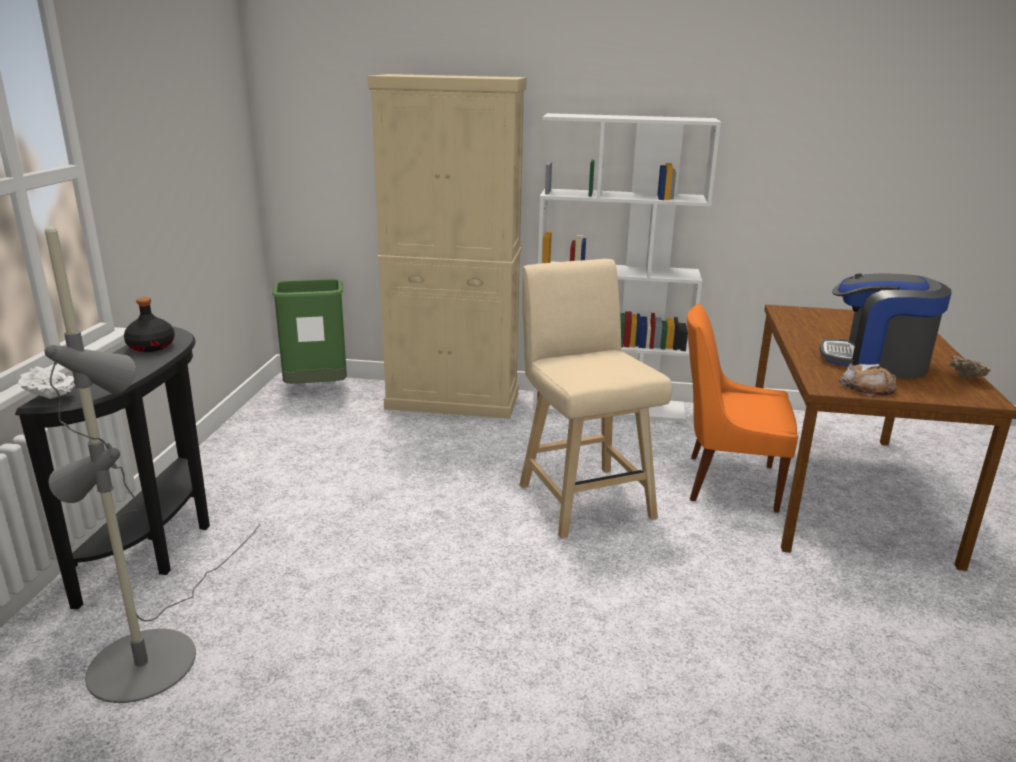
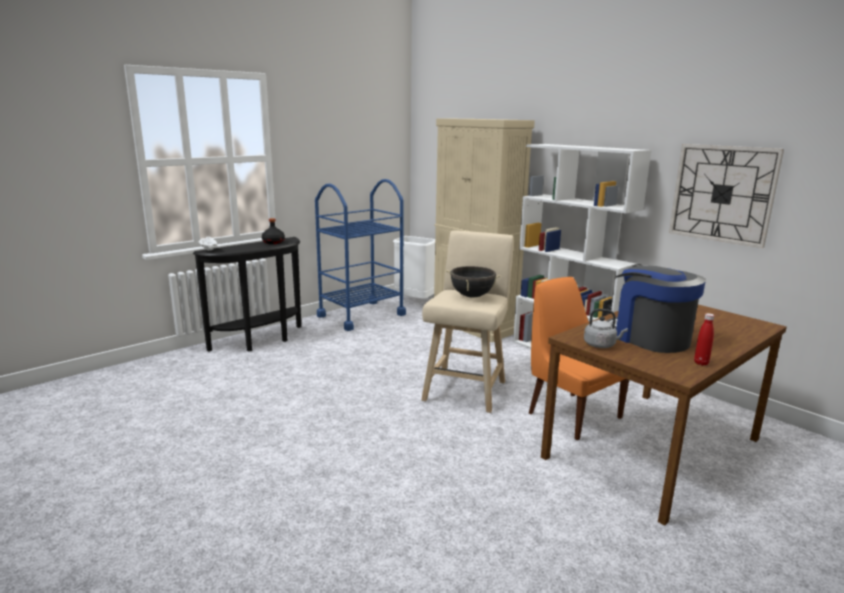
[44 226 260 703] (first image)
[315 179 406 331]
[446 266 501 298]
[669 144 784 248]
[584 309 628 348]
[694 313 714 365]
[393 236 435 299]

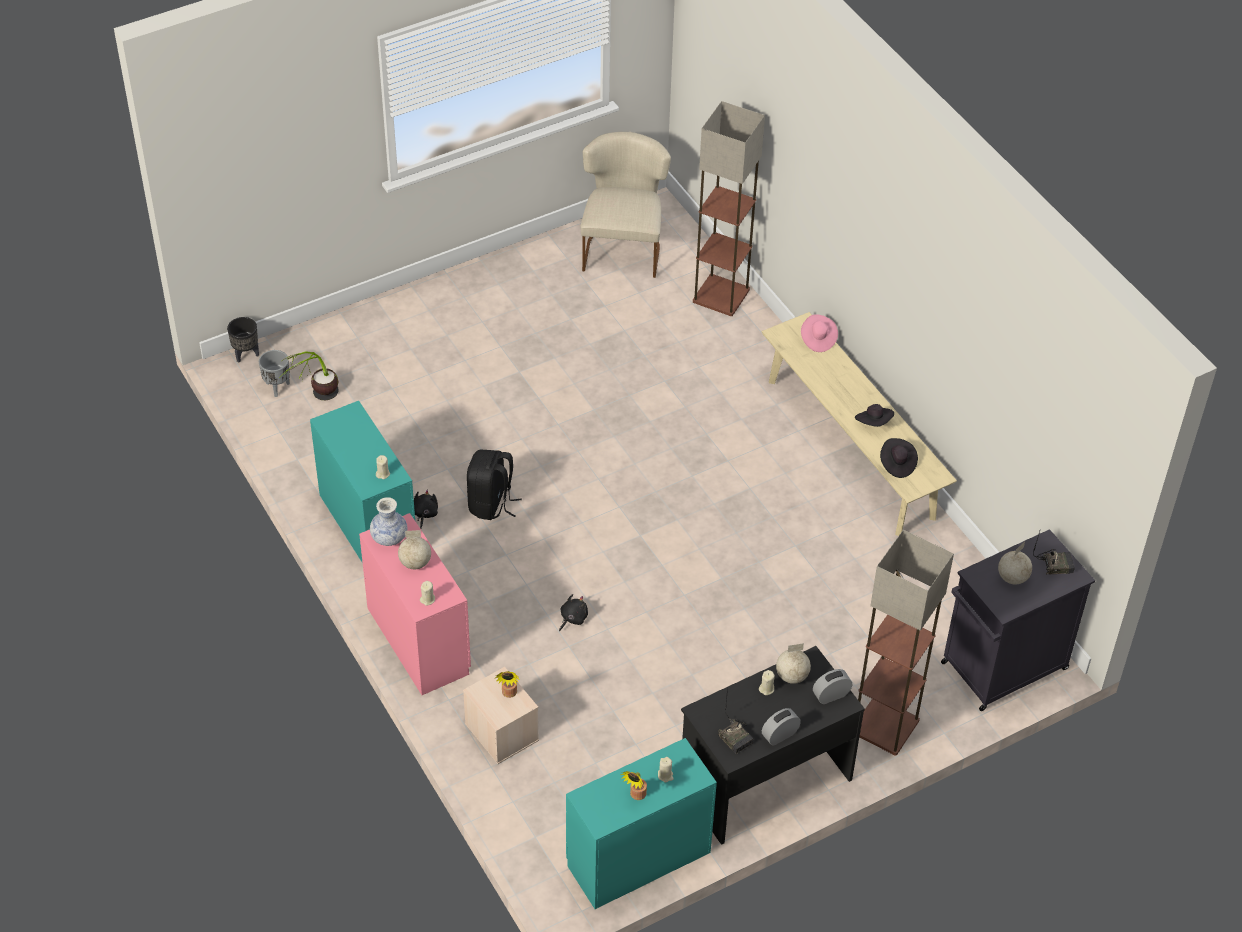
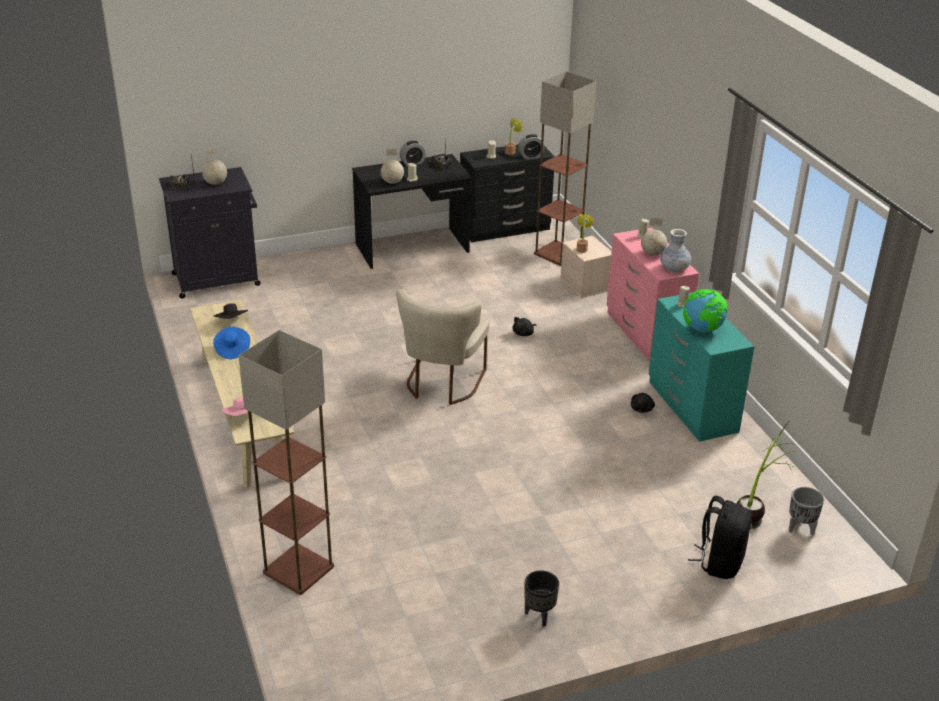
[683 289 728 333]
[524 570 559 627]
[688 496 752 579]
[396 289 489 405]
[518 134 544 159]
[534 71 597 266]
[460 144 555 242]
[213 327 250 359]

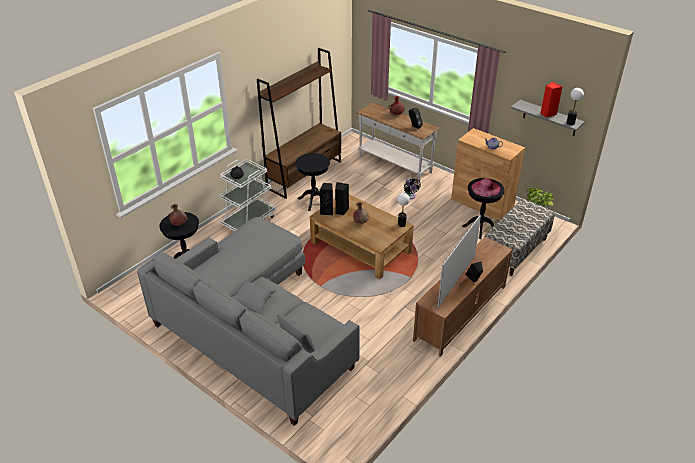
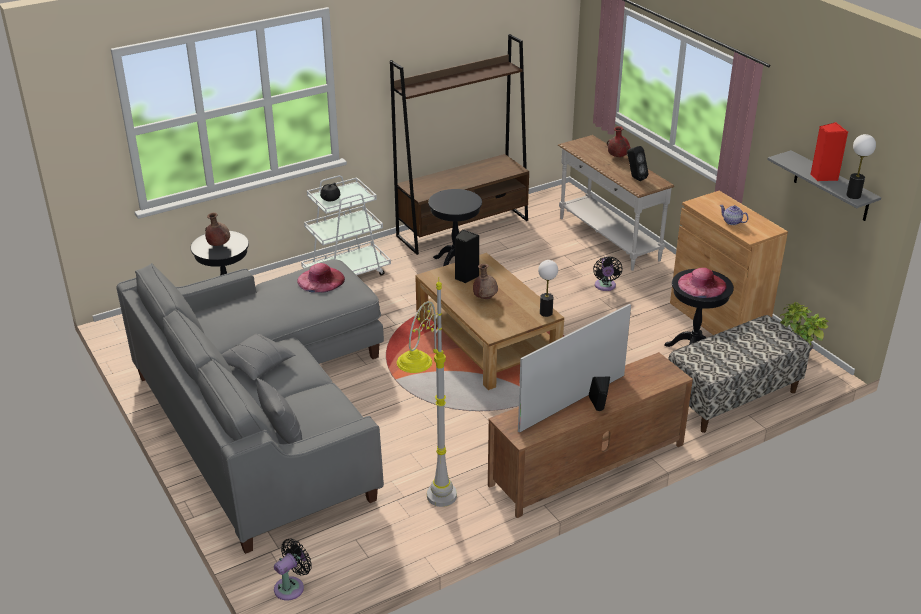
[320 183 333 215] (first image)
[274 539 312 601]
[297 263 345 293]
[397 277 457 507]

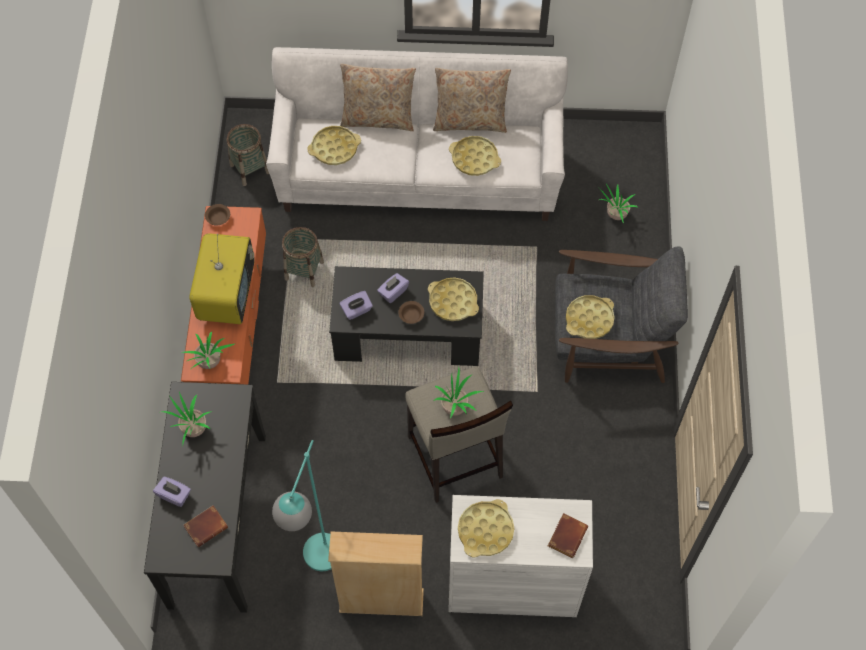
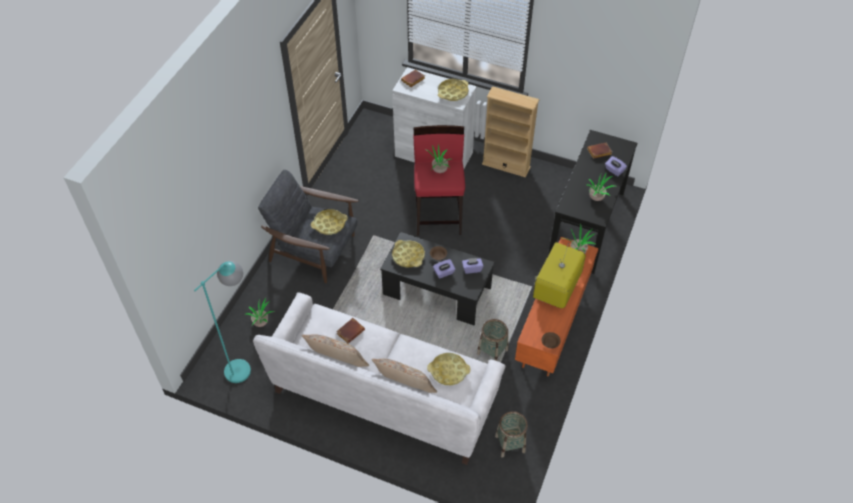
[194 261 251 383]
[336 318 365 344]
[413 125 465 236]

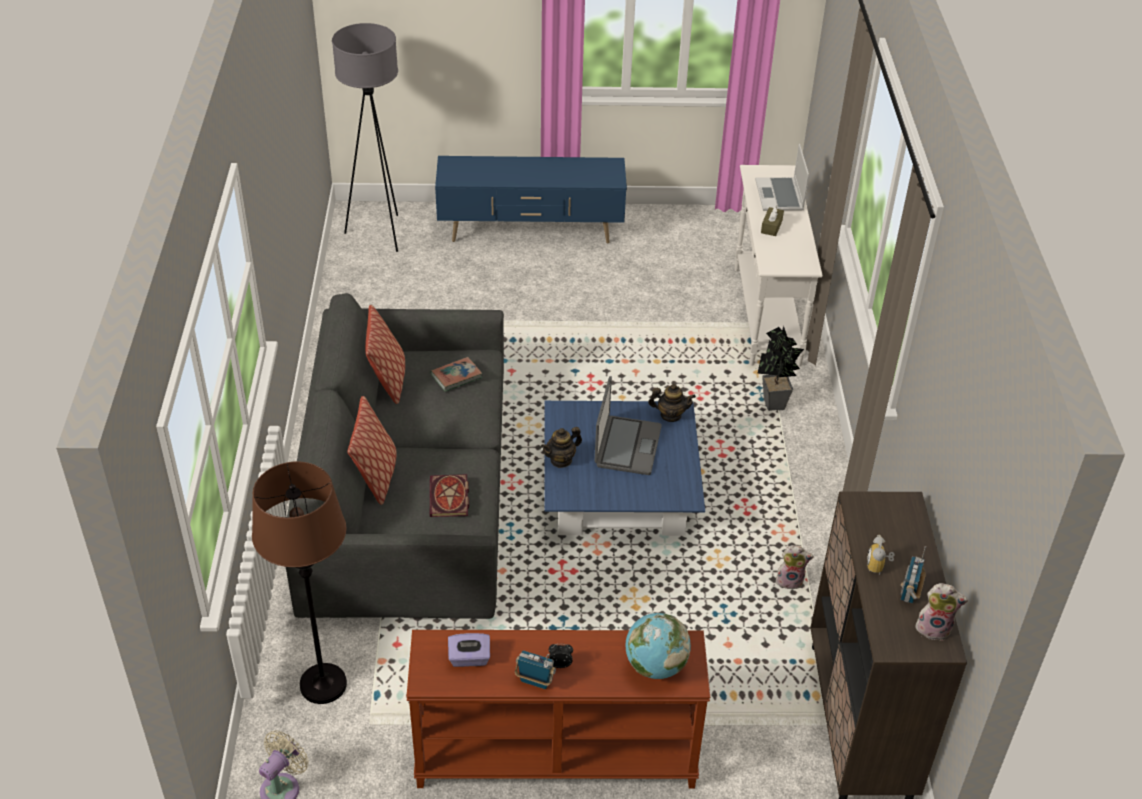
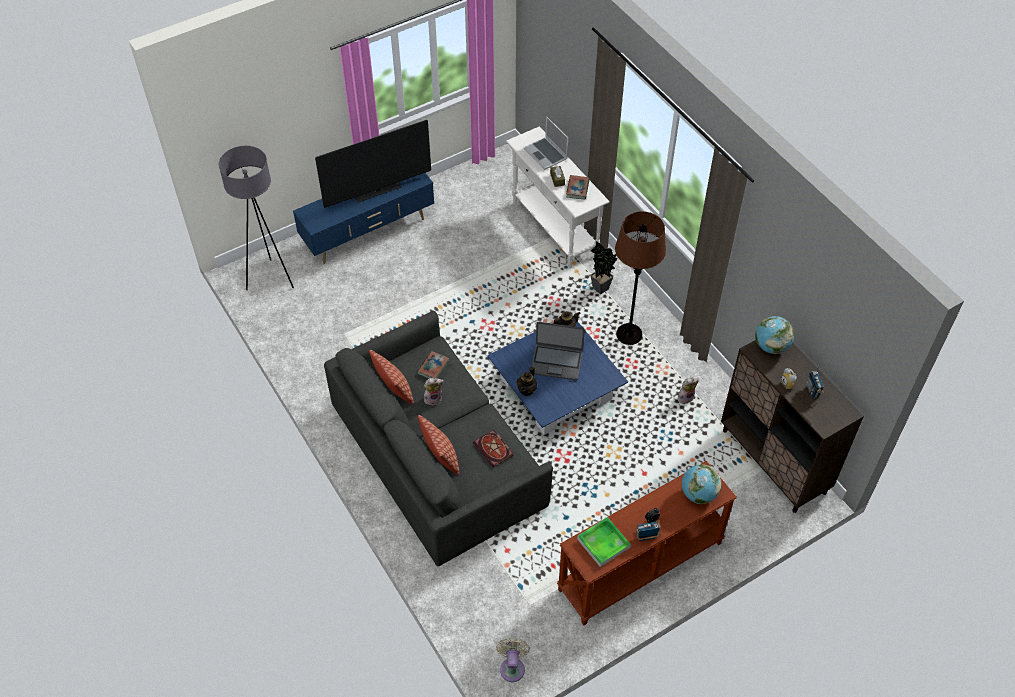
[315 120 431 208]
[566 175 590 199]
[755 316 794 354]
[615 211 666 345]
[424 378 444 405]
[577 517 631 567]
[531 322 585 380]

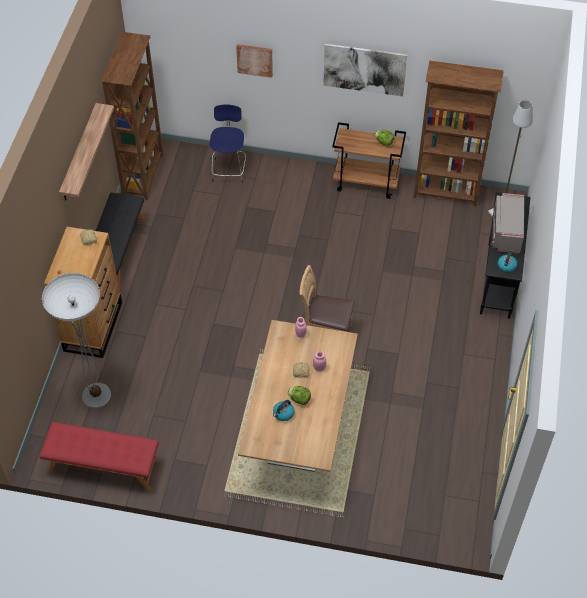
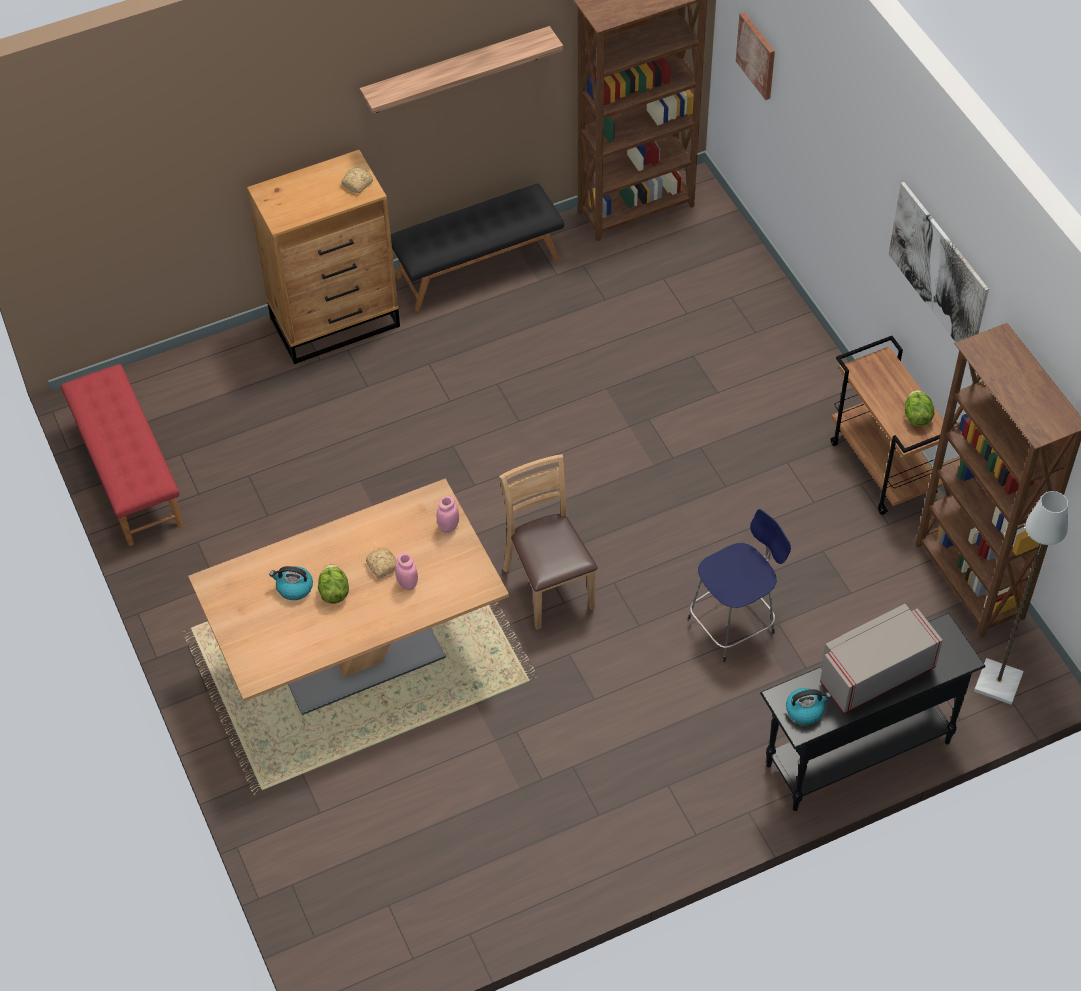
[42 273 111 408] (first image)
[688 509 791 662]
[736 12 775 100]

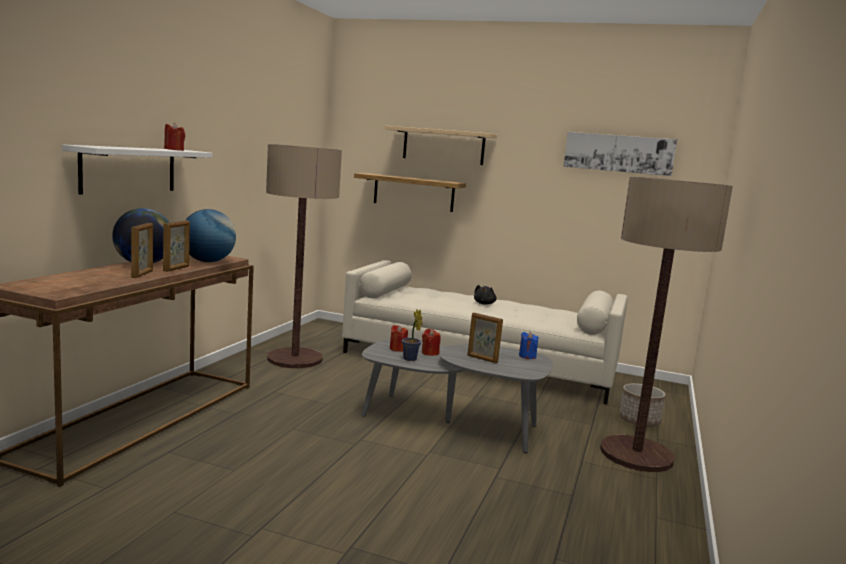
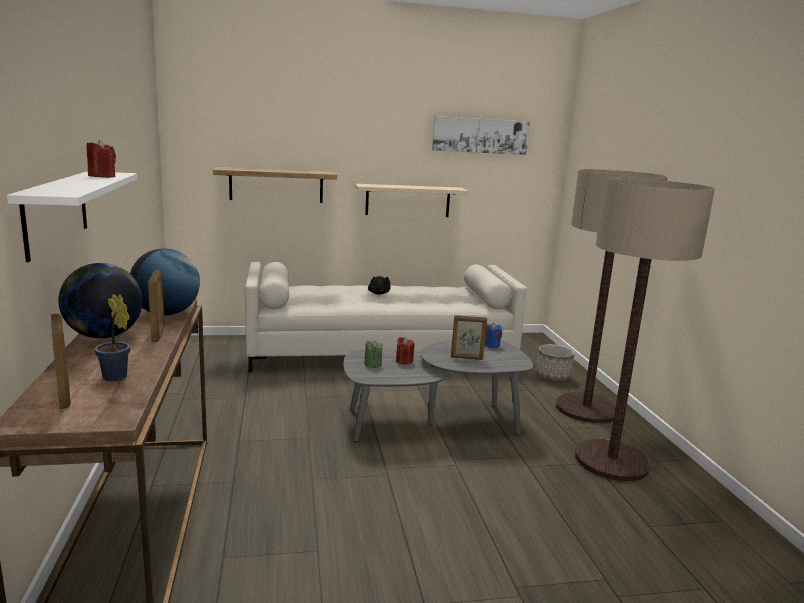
[51 313 71 409]
[575 178 715 481]
[355 184 469 217]
[95 294 130 381]
[364 340 382 368]

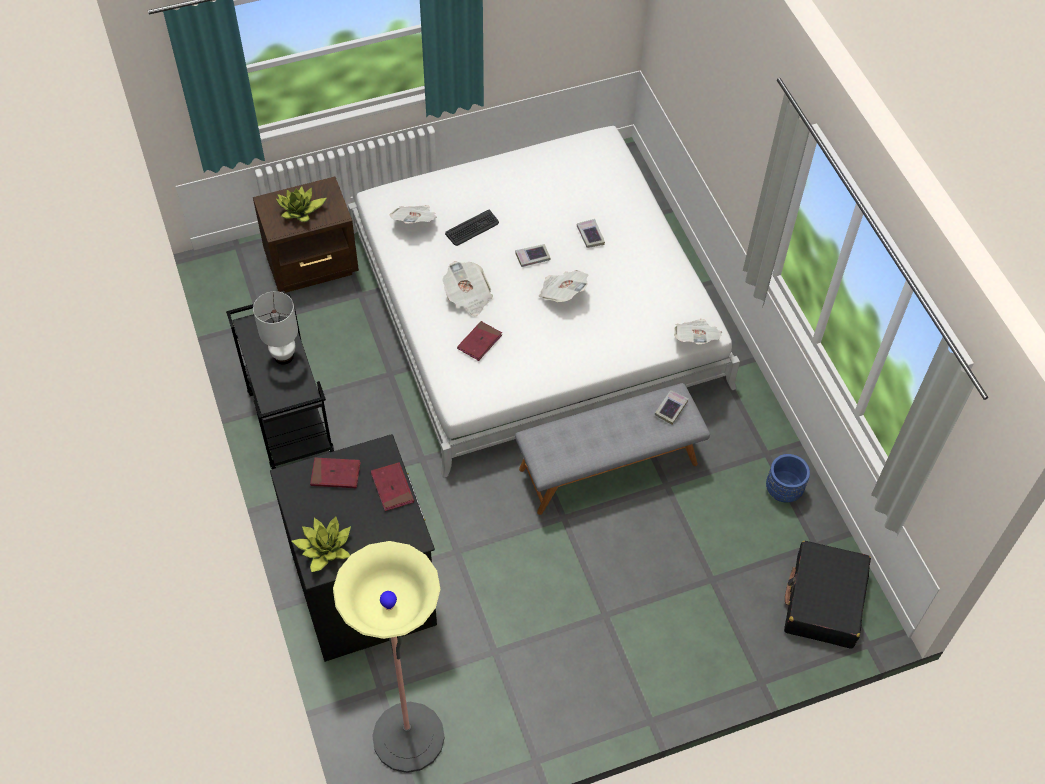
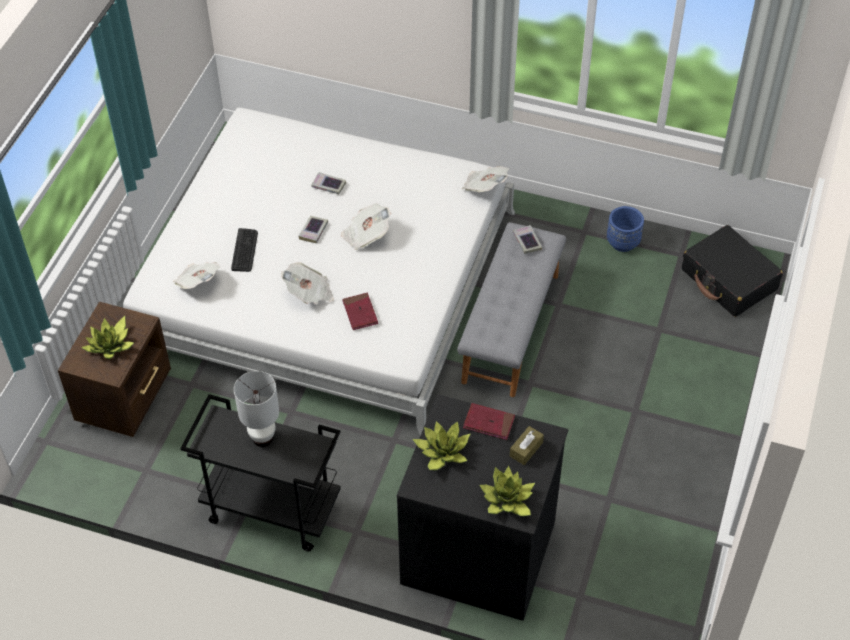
[333 541 445 773] (first image)
[510 426 544 465]
[413 421 471 470]

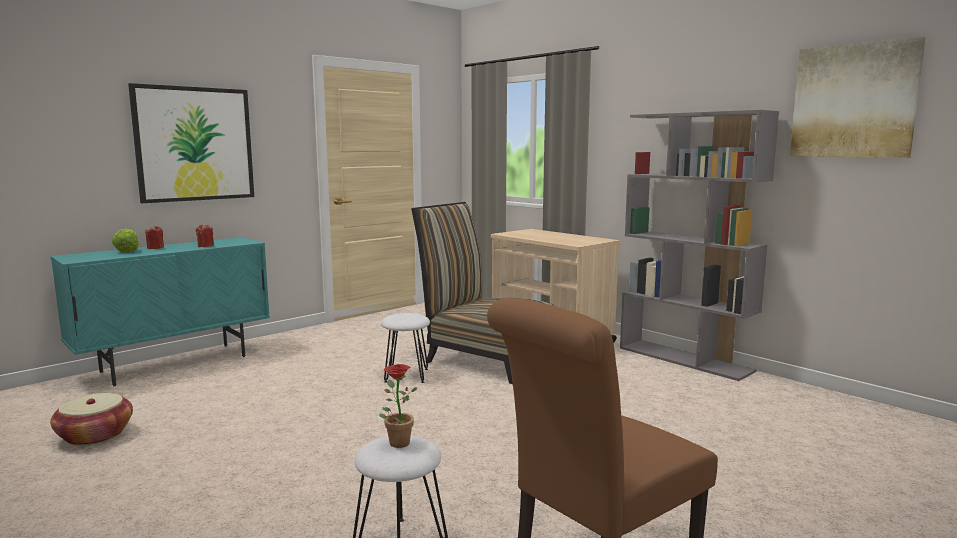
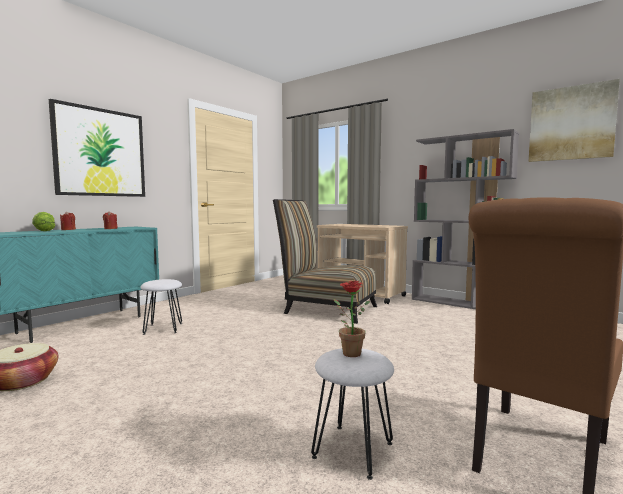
[140 279 182 335]

